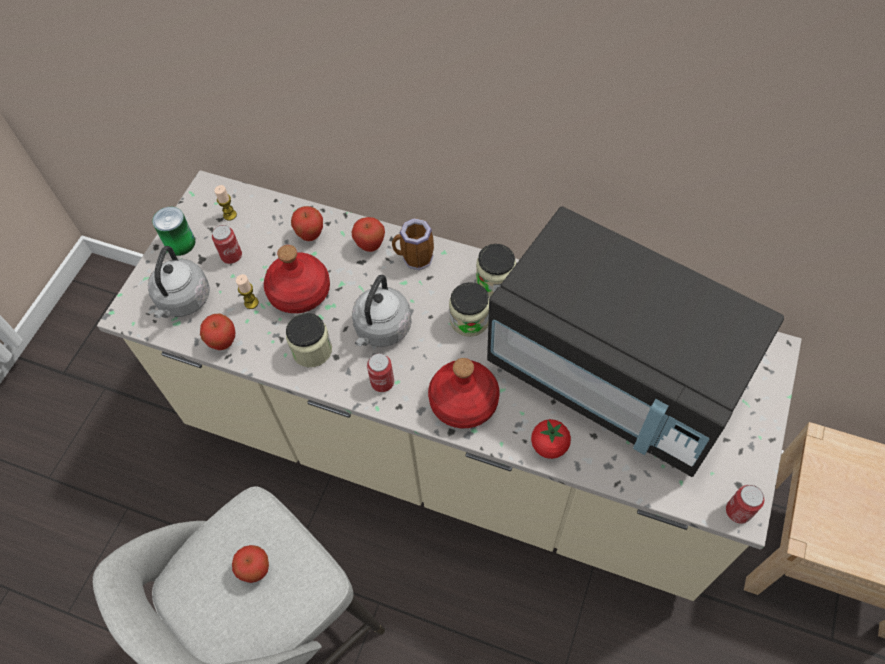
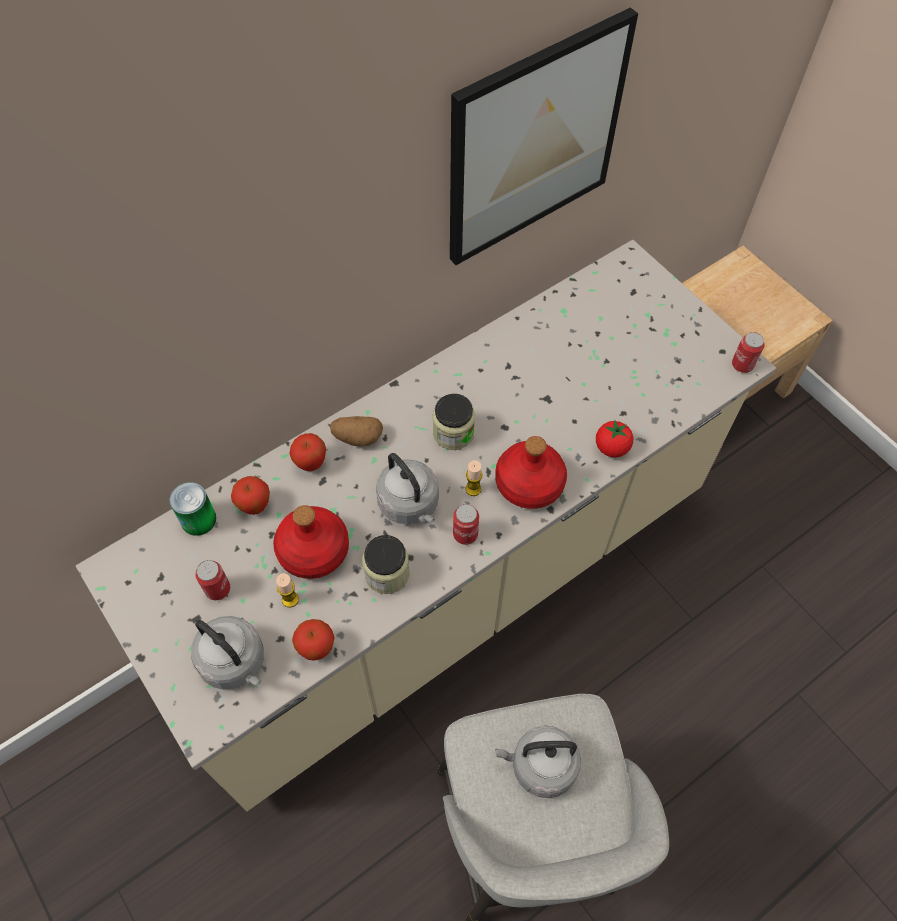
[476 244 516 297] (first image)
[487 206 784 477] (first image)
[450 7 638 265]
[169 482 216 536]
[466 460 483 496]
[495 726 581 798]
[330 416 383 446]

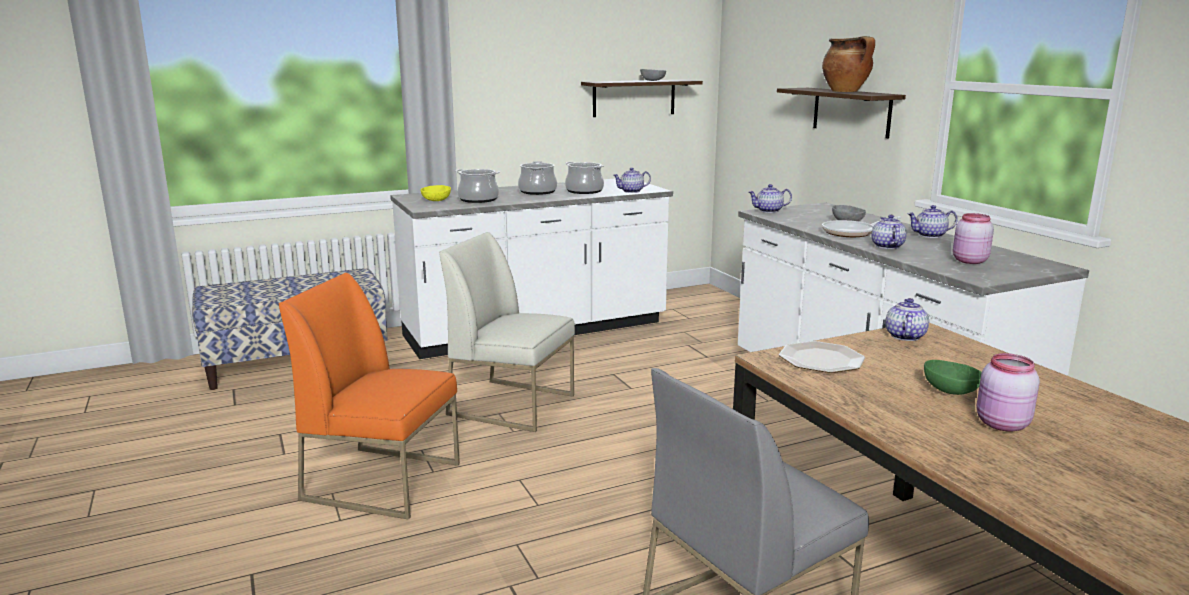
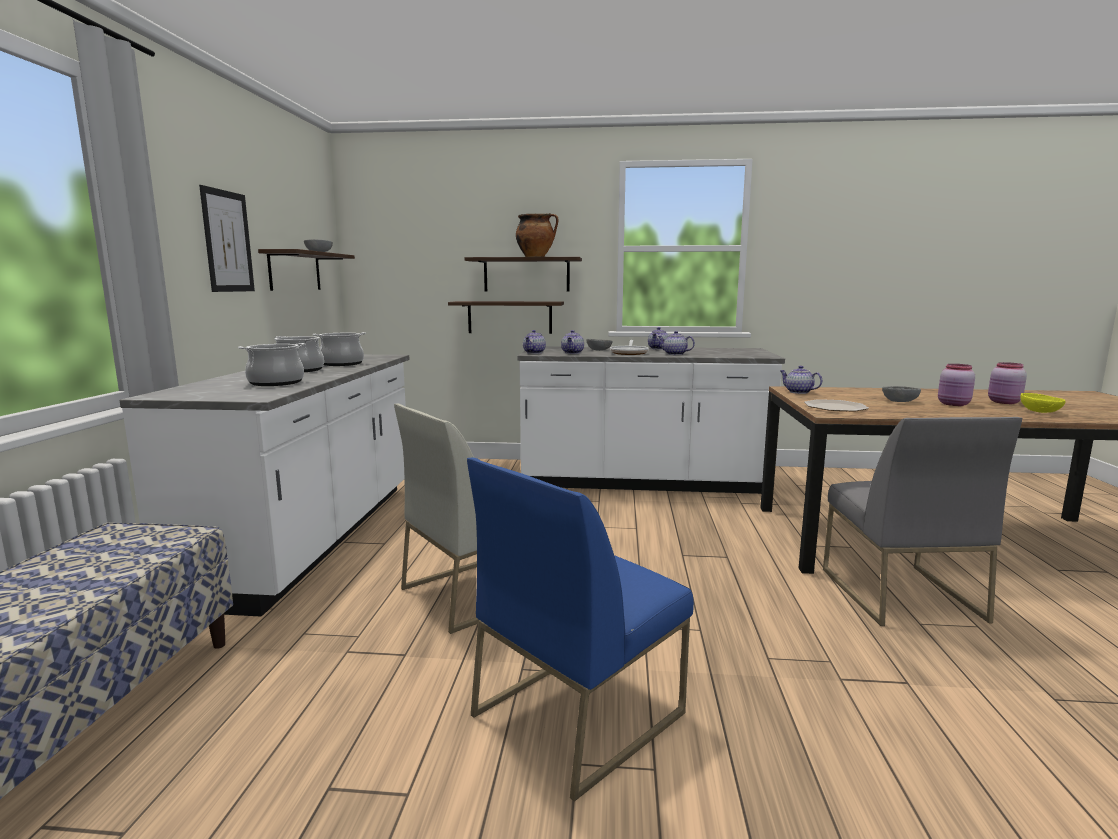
[199 185 255 292]
[448 301 564 334]
[1020 393 1066 413]
[561 330 584 354]
[988 362 1027 404]
[467 457 694 801]
[882 386 921 402]

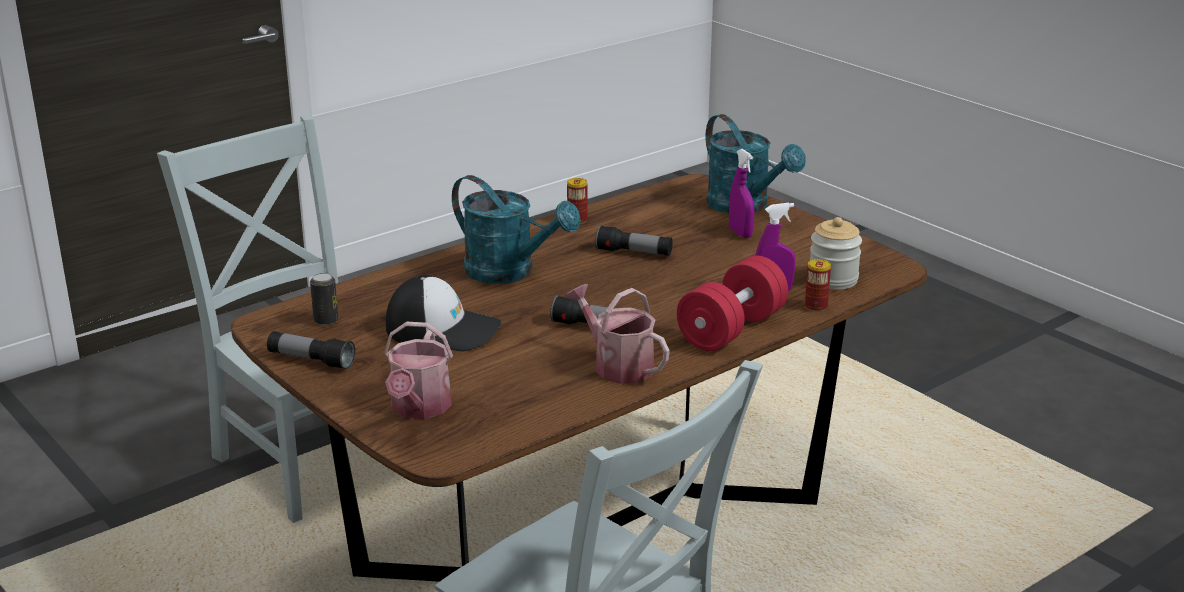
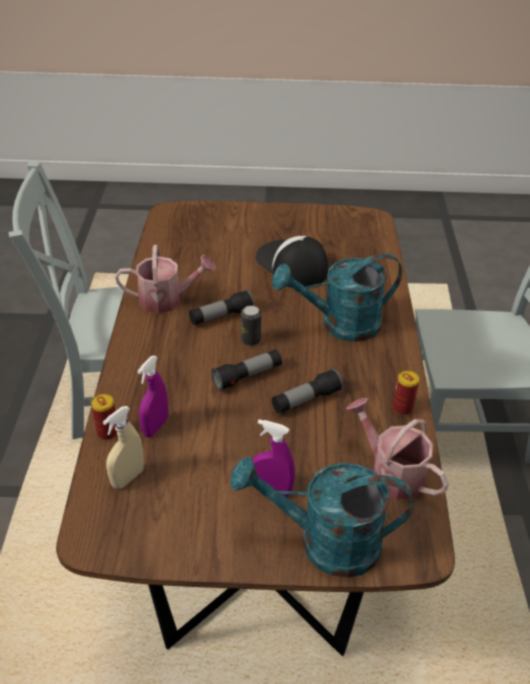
[676 256 788 351] (first image)
[211 349 282 391]
[241 305 261 346]
[346 398 449 500]
[103 406 144 489]
[256 236 328 287]

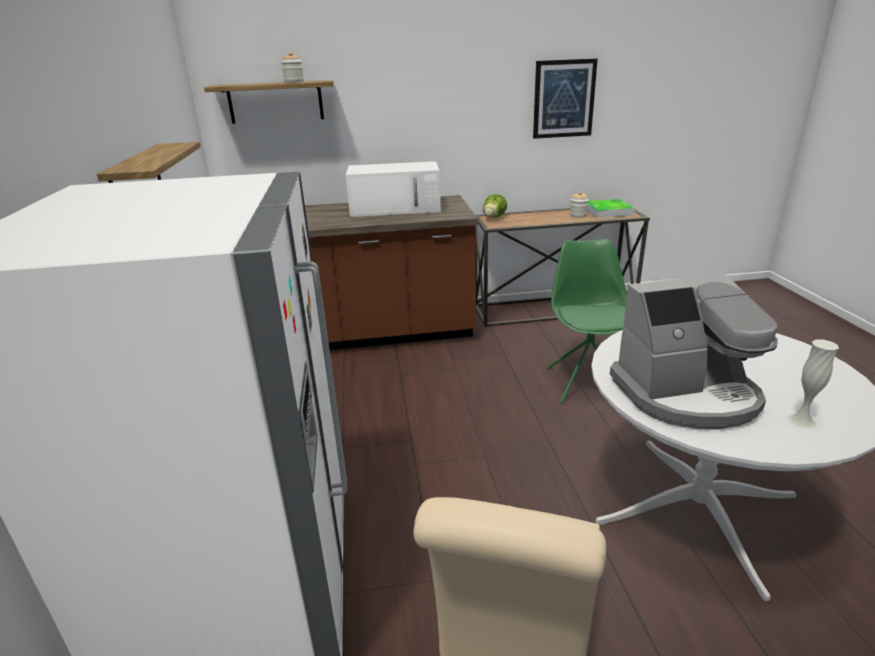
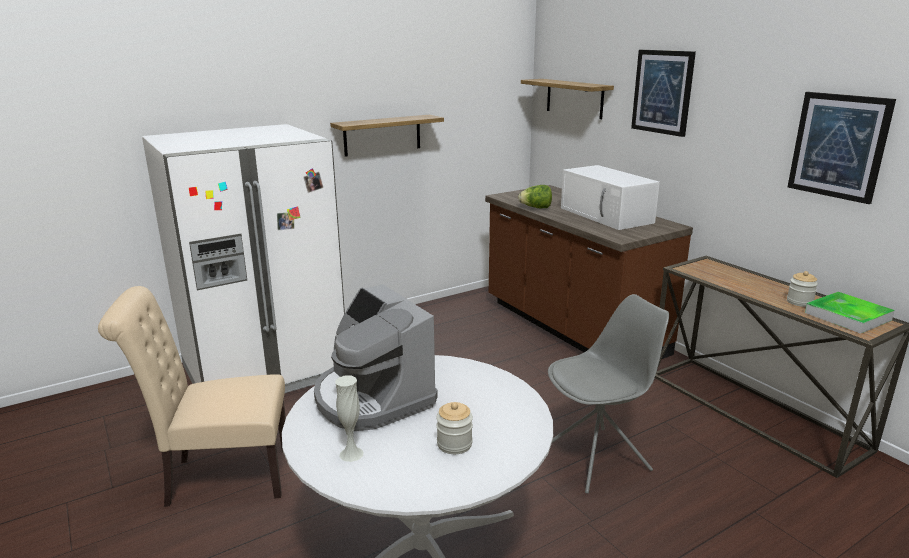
[631 50 696 137]
[436 402 473 454]
[518 185 552 208]
[548 294 669 494]

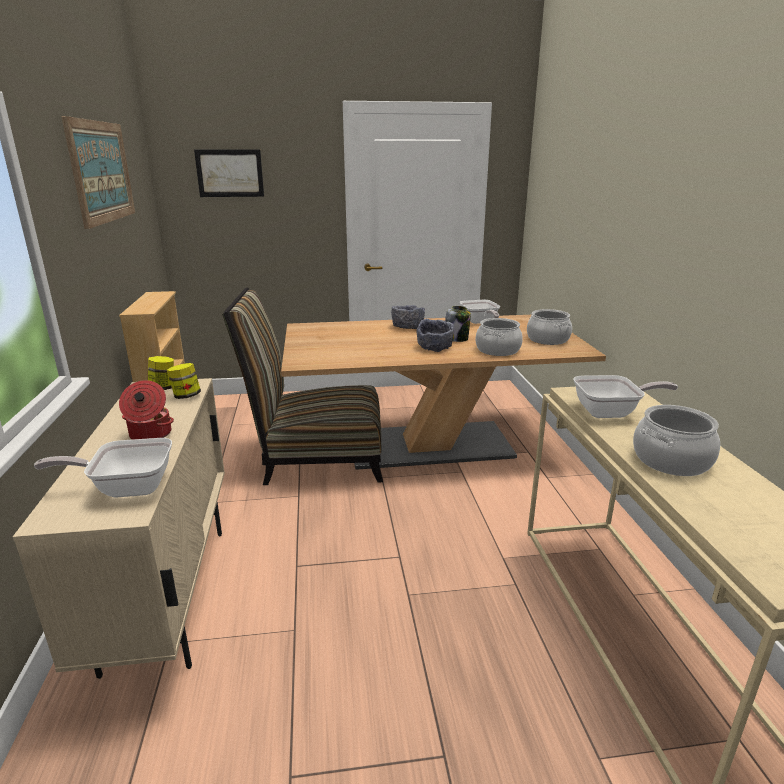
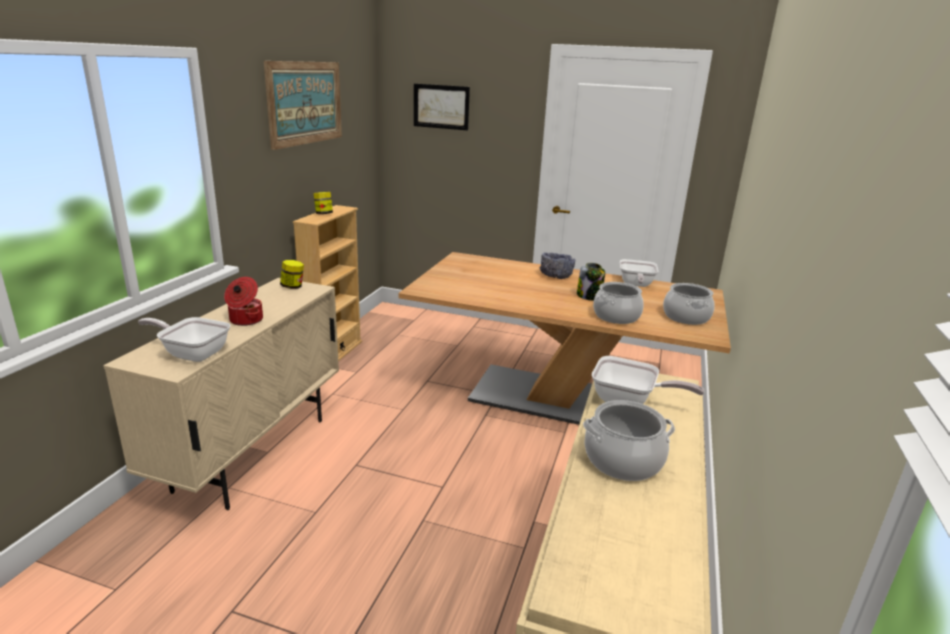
[222 287 383 485] (first image)
[416 319 454 352] (first image)
[314 192 333 214]

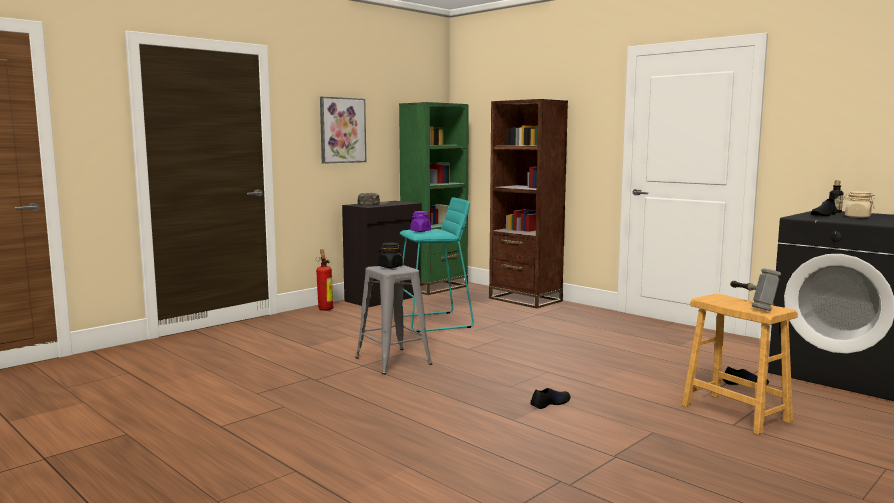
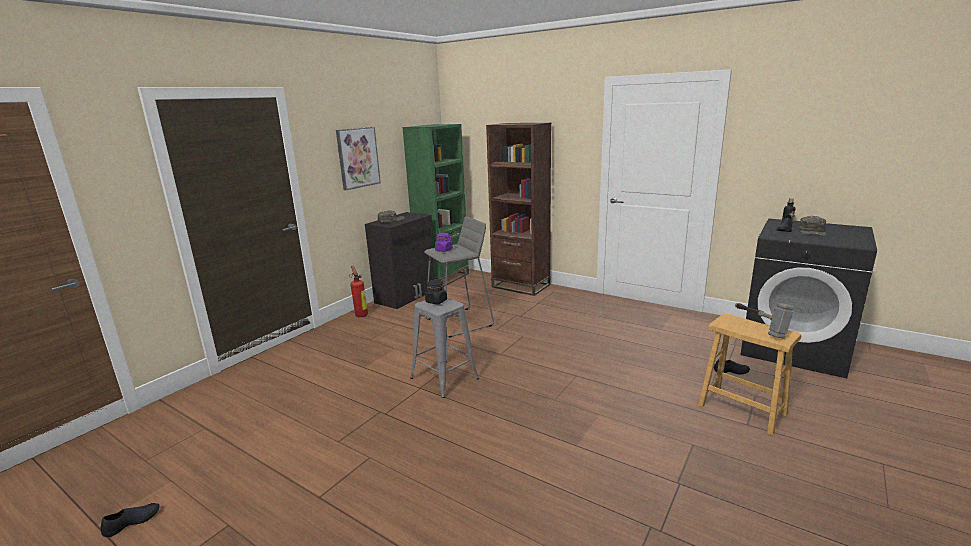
[101 503 160 537]
[799 216 826 236]
[424 216 494 338]

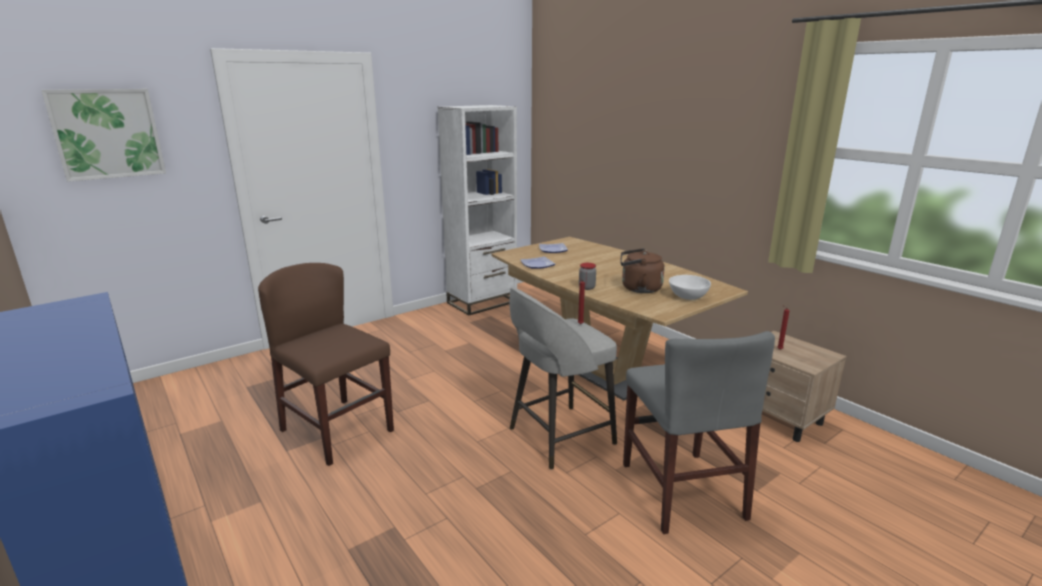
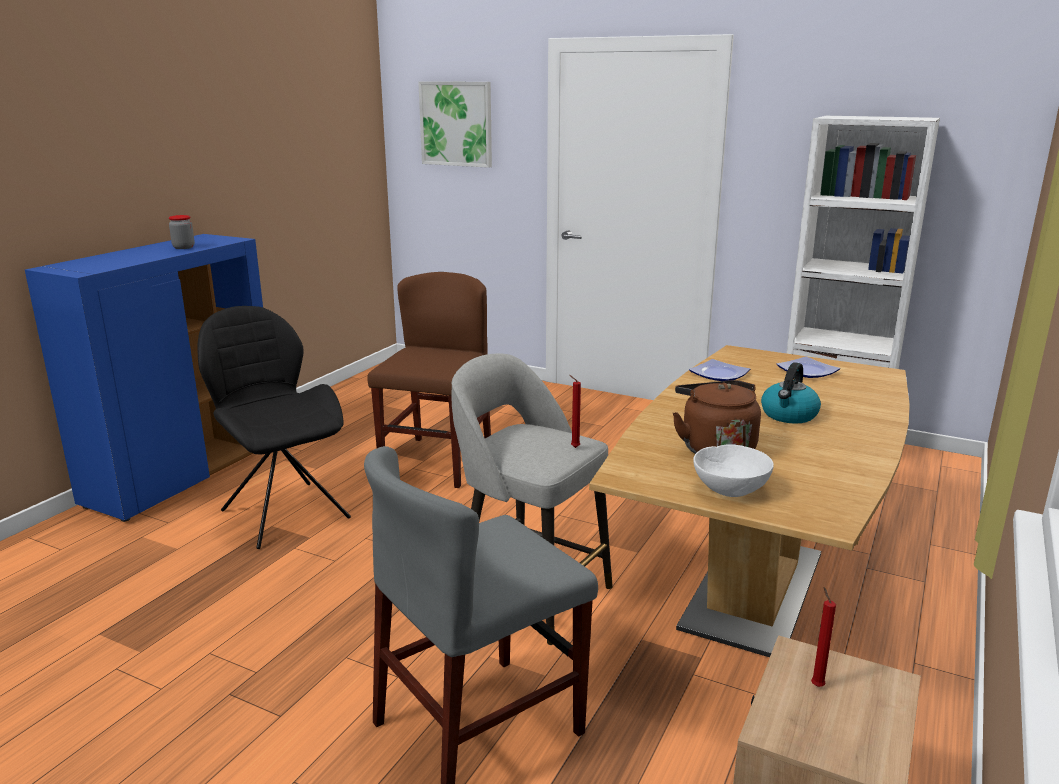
[197 306 351 549]
[761 362 821 423]
[169 215 195 249]

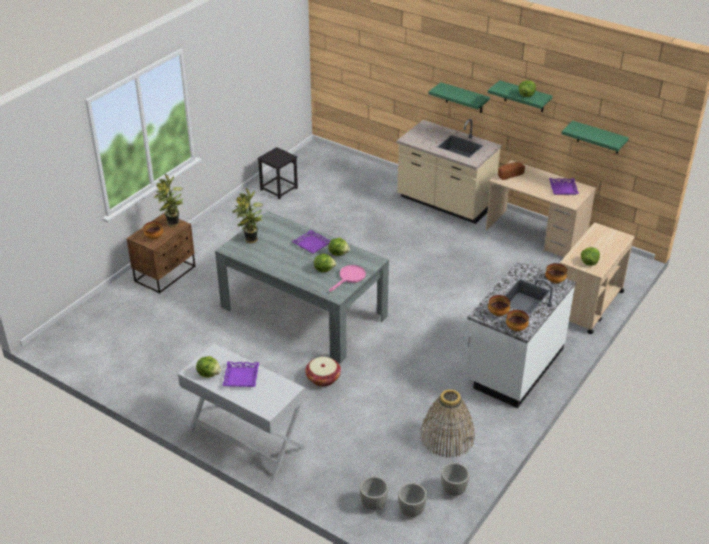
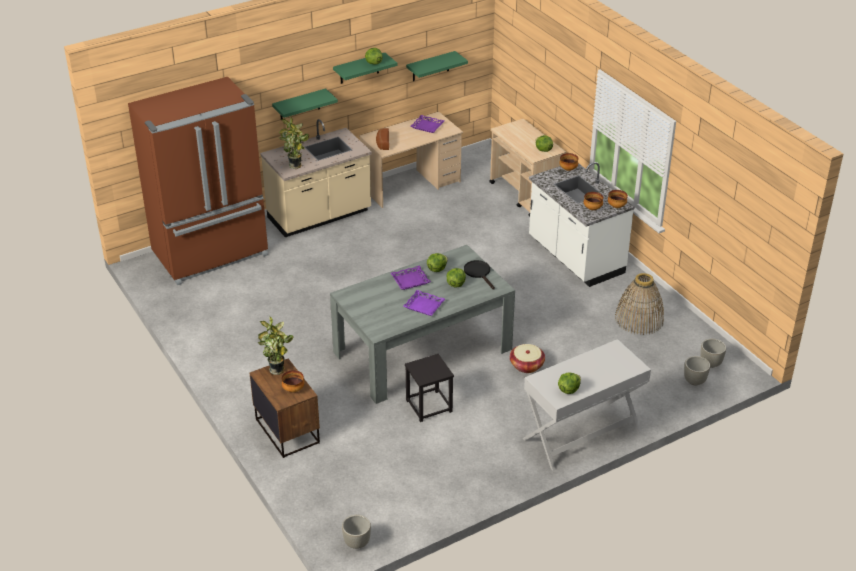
[128 77 268 285]
[403 290 445 316]
[279 116 309 169]
[405 354 454 422]
[342 515 371 549]
[464 260 495 289]

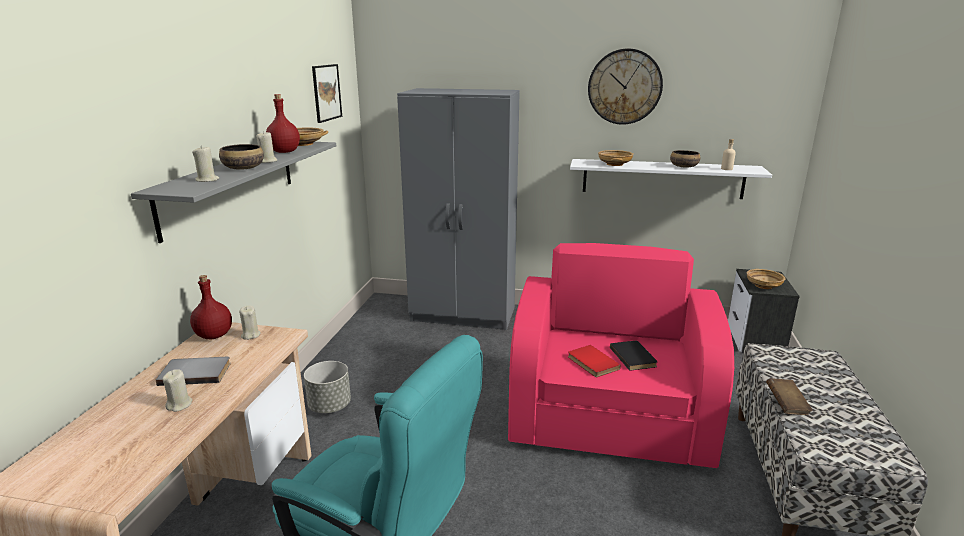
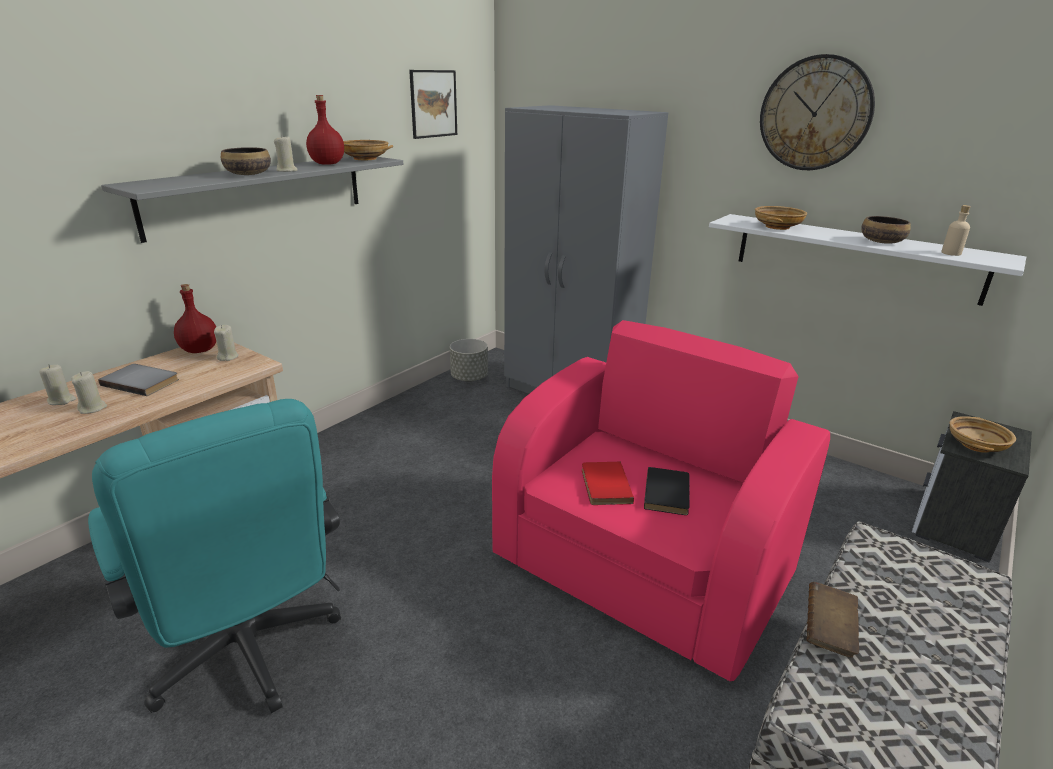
[39 364 76 405]
[450 339 488 382]

